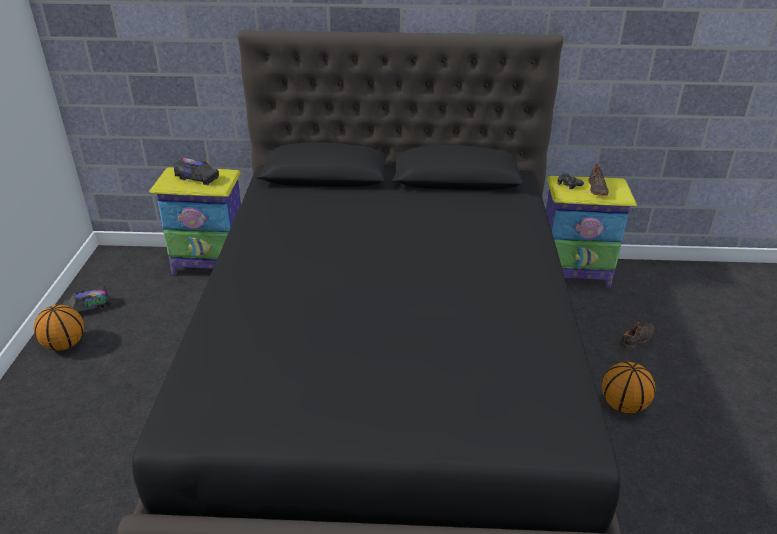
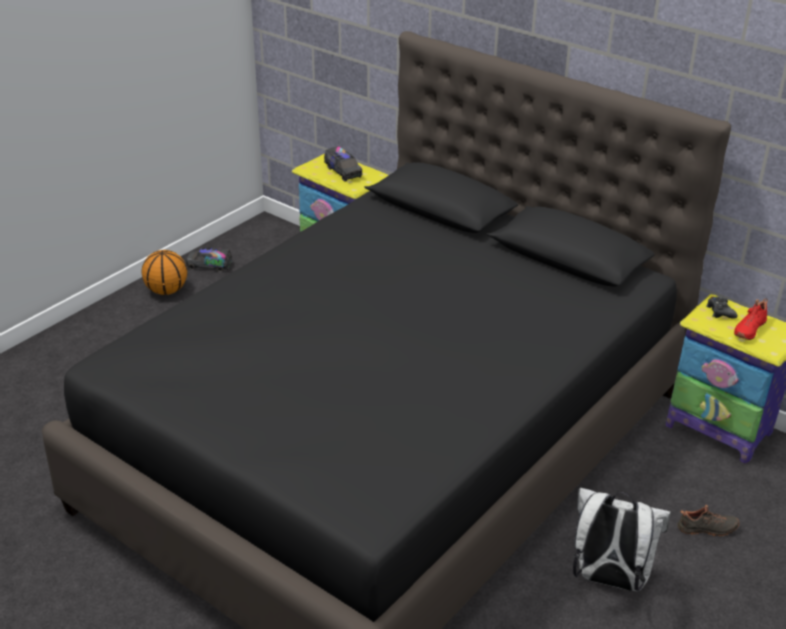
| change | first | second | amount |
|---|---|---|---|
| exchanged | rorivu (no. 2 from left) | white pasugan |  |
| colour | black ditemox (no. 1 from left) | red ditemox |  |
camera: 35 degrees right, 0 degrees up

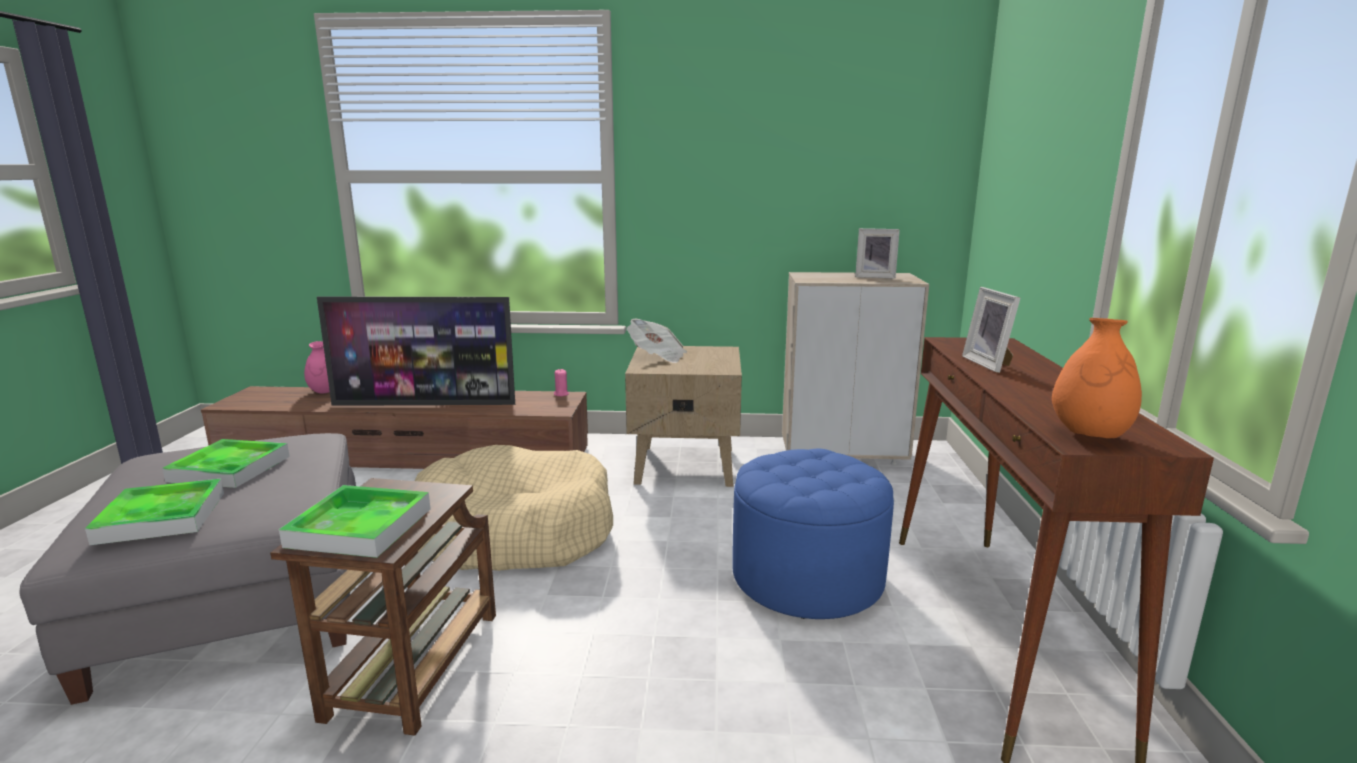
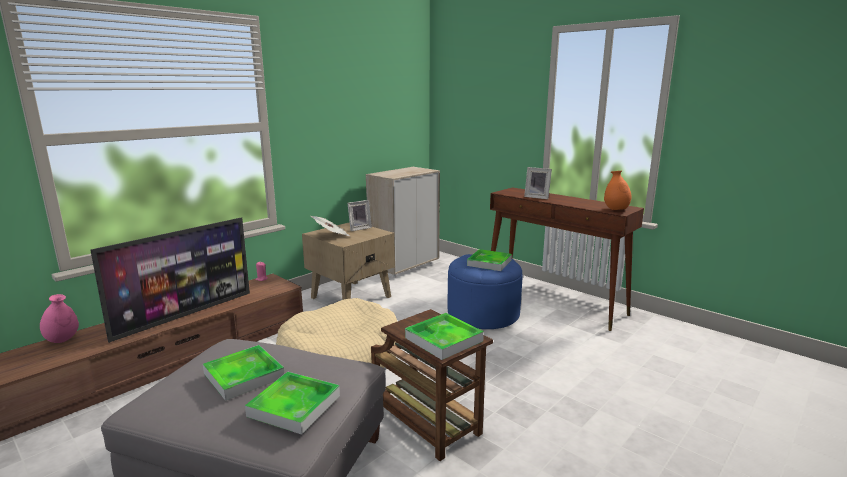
| change | first | second | amount |
|---|---|---|---|
| relocated | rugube (no. 1 from left) |  |  |
| appeared |  | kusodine (no. 4 from left) |  |
camera: 50 degrees left, 0 degrees up

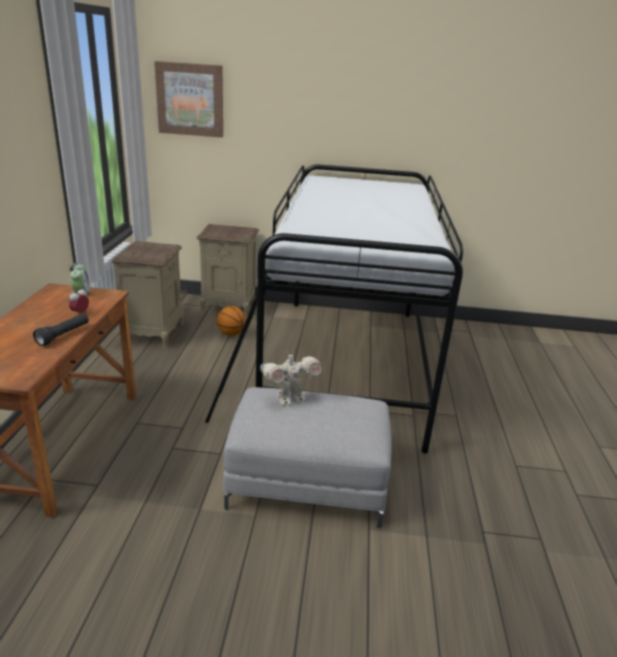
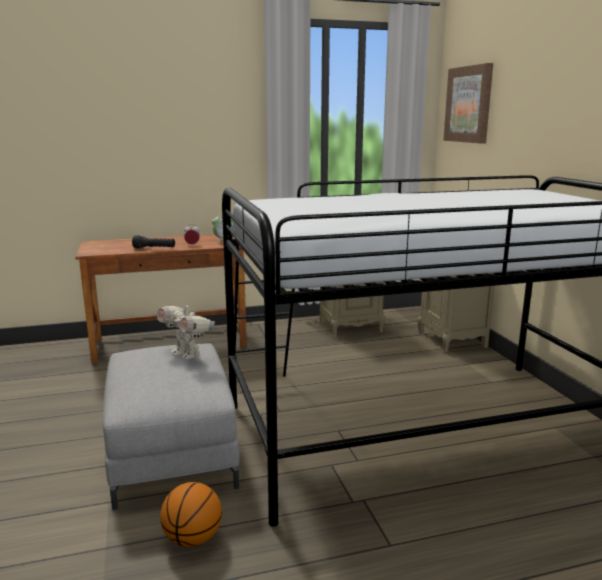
| change | first | second | amount |
|---|---|---|---|
| relocated | rorivu |  |  |
camera: 70 degrees right, 10 degrees down

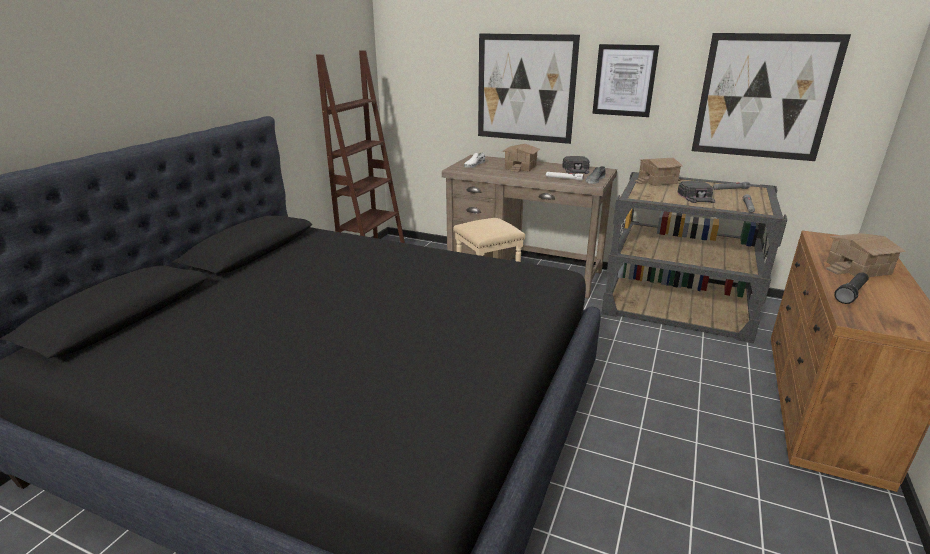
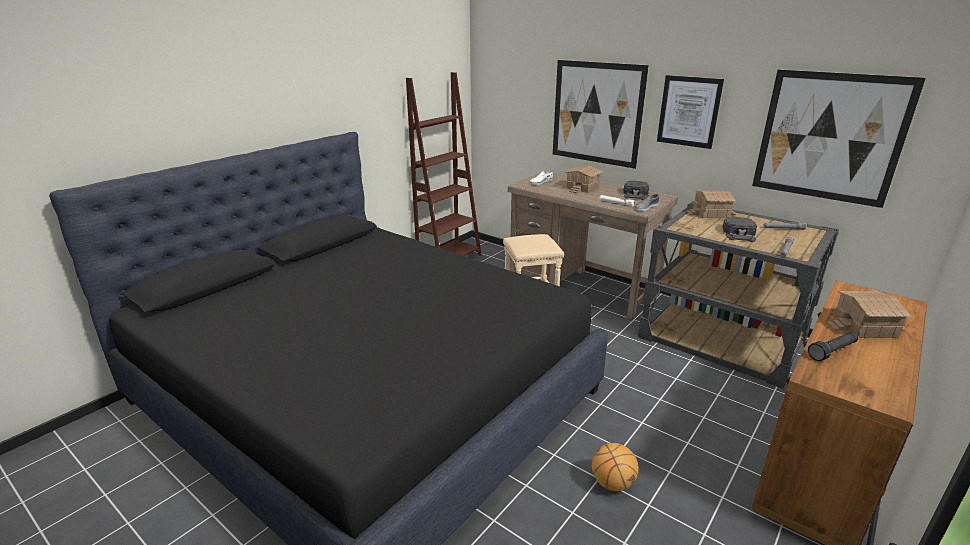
| change | first | second | amount |
|---|---|---|---|
| appeared |  | rorivu |  |
camera: 15 degrees right, 0 degrees up

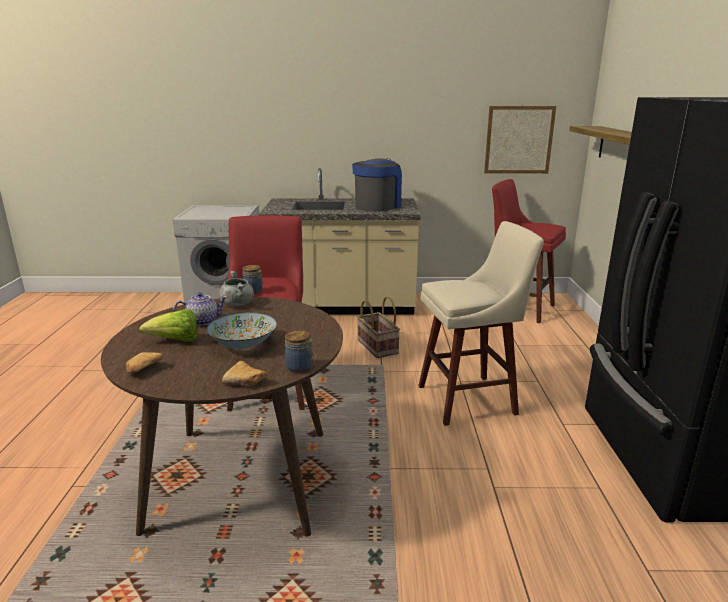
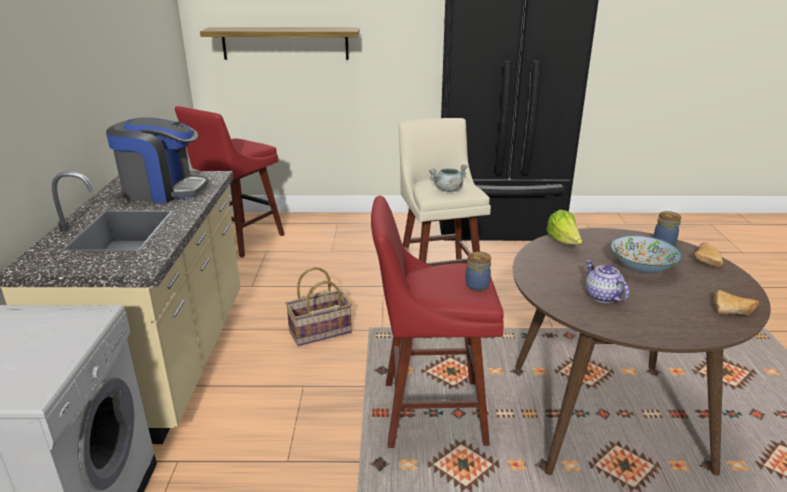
| change | first | second | amount |
|---|---|---|---|
| spun | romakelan |  | 150 degrees clockwise |
| relocated | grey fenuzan |  |  |
| relocated | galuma |  |  |
| missing | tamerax |  |  |
camera: 90 degrees left, 5 degrees up

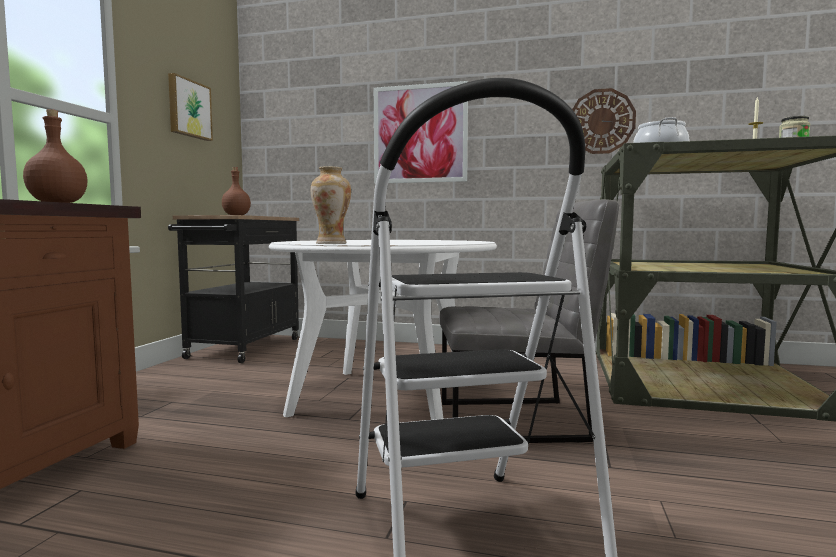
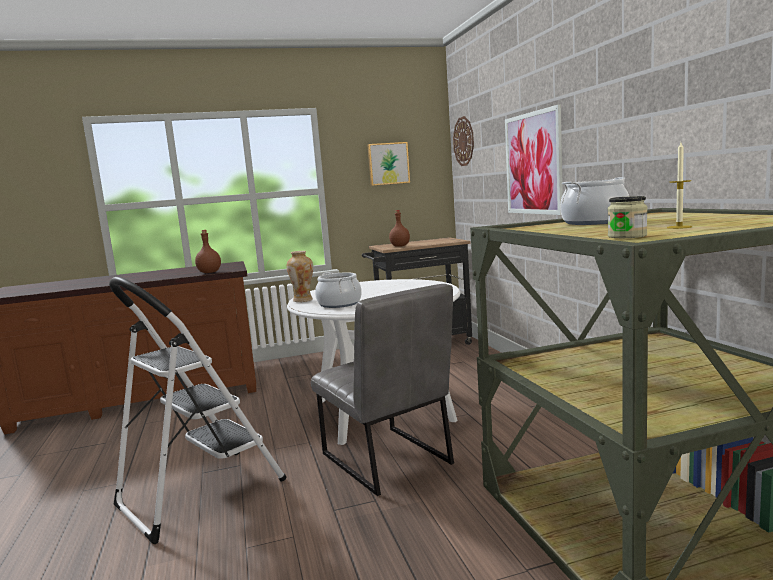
| change | first | second | amount |
|---|---|---|---|
| appeared |  | fenuzan (no. 1 from left) |  |
| relocated | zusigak |  |  |
camera: 60 degrees right, 5 degrees up

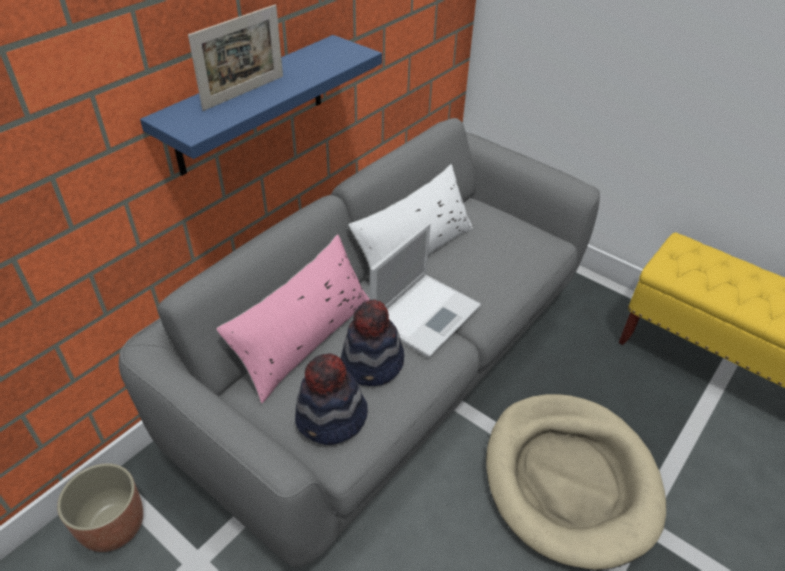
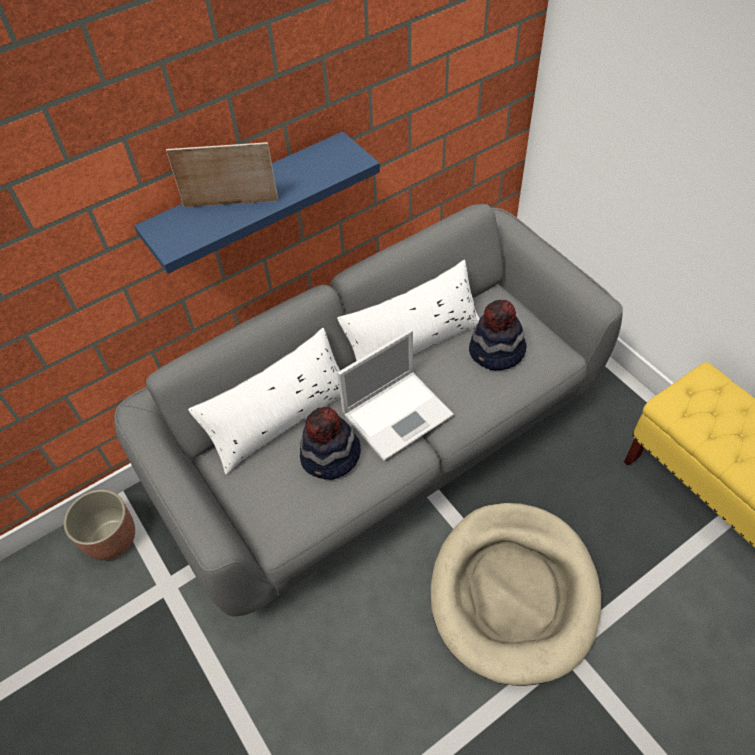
| change | first | second | amount |
|---|---|---|---|
| spun | rugube |  | 150 degrees counterclockwise |
| colour | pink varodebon | white varodebon (no. 1 from left) |  |
| relocated | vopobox (no. 1 from left in the first image) | vopobox (no. 2 from left) |  |
camera: 20 degrees right, 10 degrees up

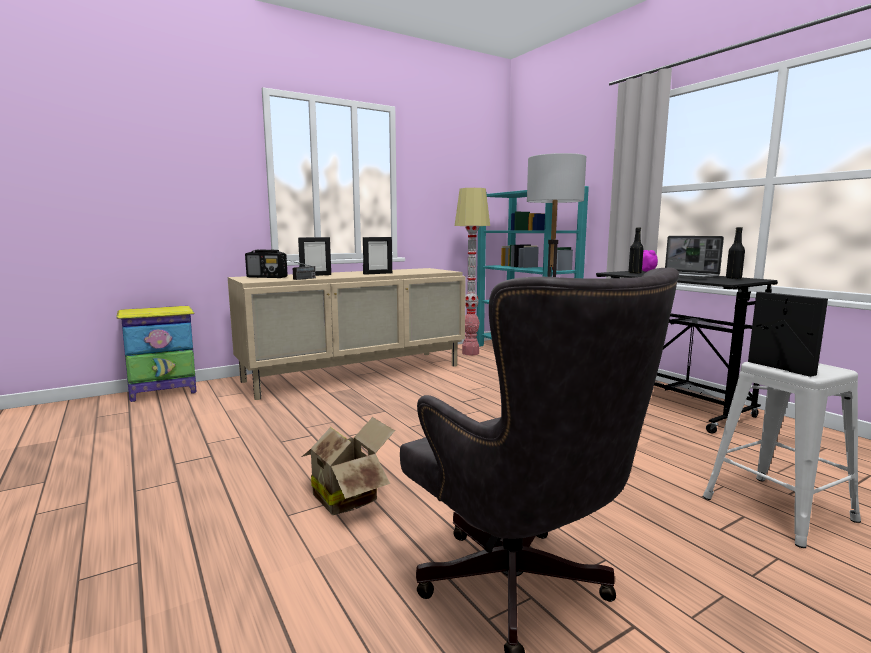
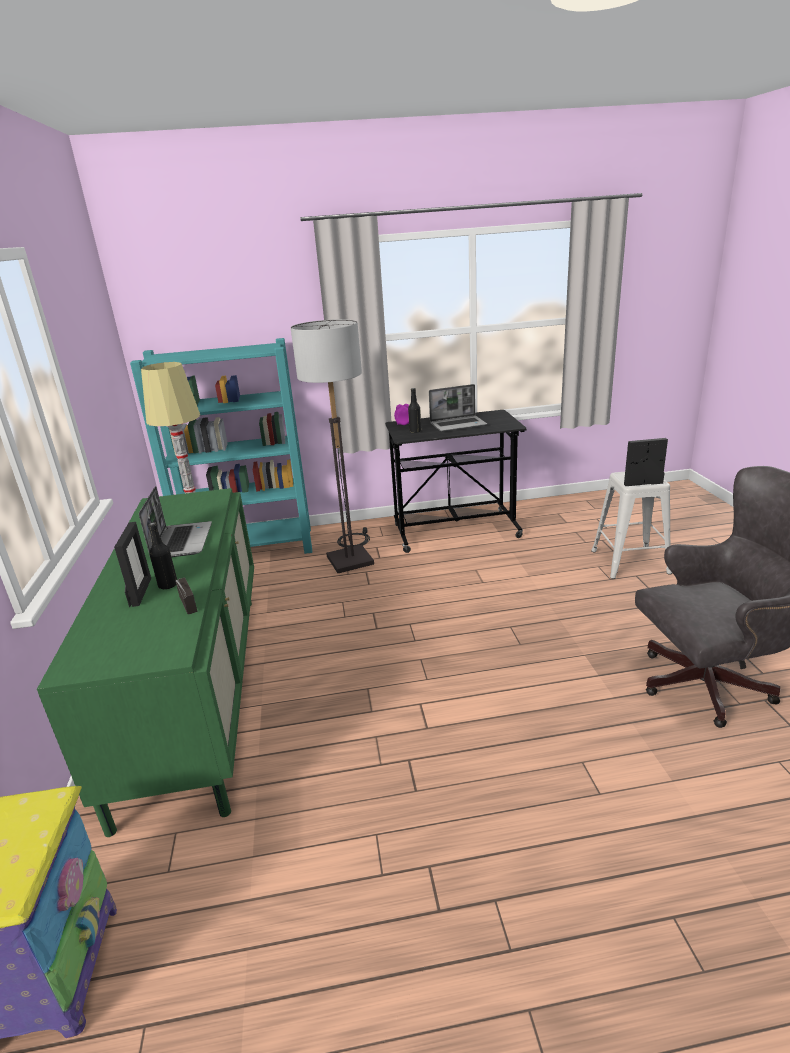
| change | first | second | amount |
|---|---|---|---|
| colour | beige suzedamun | green suzedamun |  |
| exchanged | rugube (no. 2 from left) | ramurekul (no. 1 from left) |  |
| relocated | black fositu (no. 2 from left in the first image) | black fositu (no. 1 from left) |  |
| missing | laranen (no. 1 from left) |  |  |
| missing | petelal |  |  |
camera: 65 degrees left, 15 degrees up

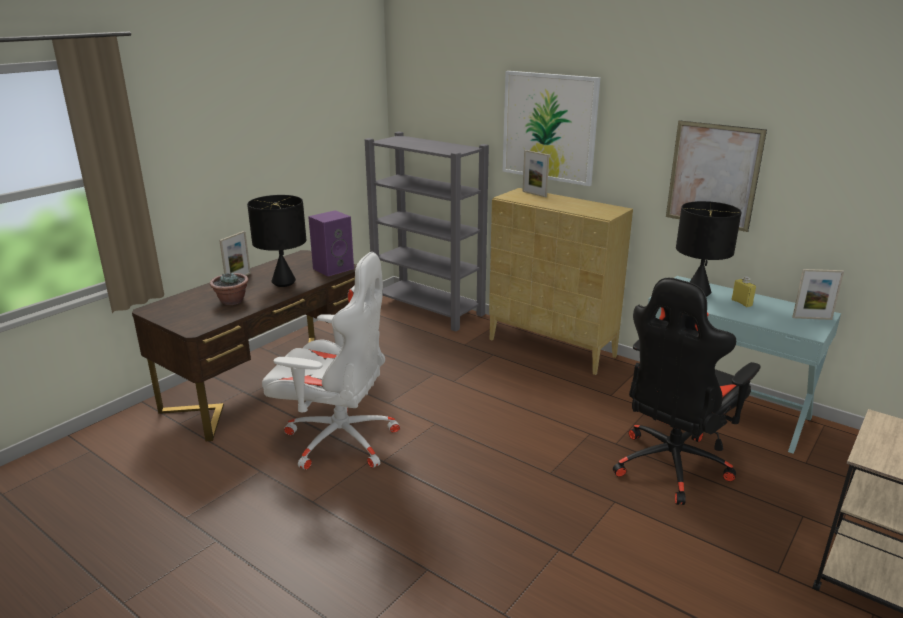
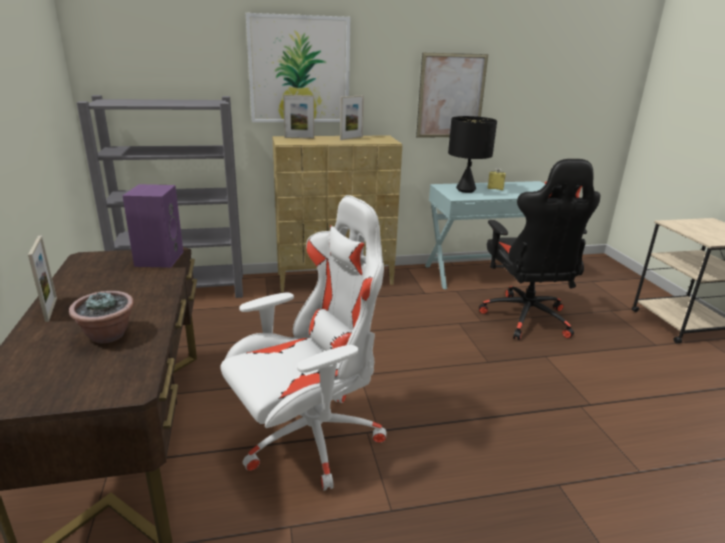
| change | first | second | amount |
|---|---|---|---|
| relocated | rugube (no. 3 from left) |  |  |
| missing | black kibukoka (no. 1 from left) |  |  |
camera: 50 degrees left, 0 degrees up

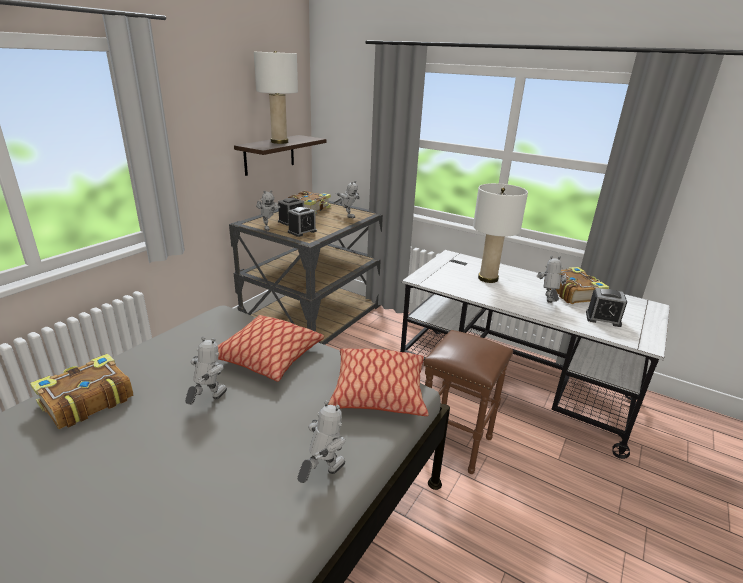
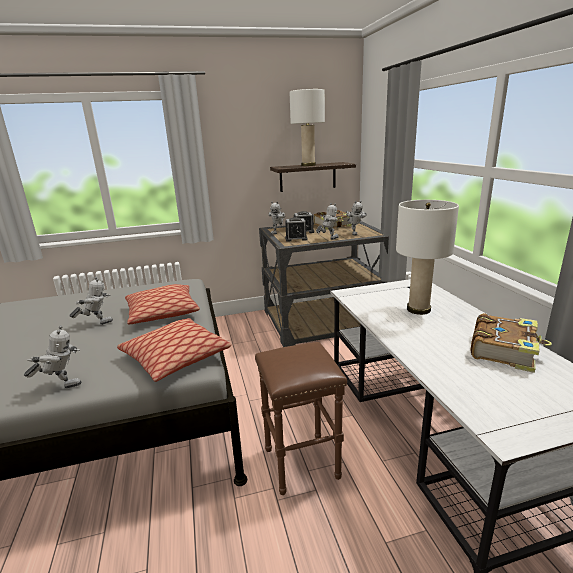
| change | first | second | amount |
|---|---|---|---|
| relocated | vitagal (no. 5 from left in the first image) | vitagal (no. 4 from left) |  |
| missing | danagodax (no. 1 from left) |  |  |
| missing | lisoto (no. 3 from left) |  |  |
camera: 45 degrees right, 5 degrees down

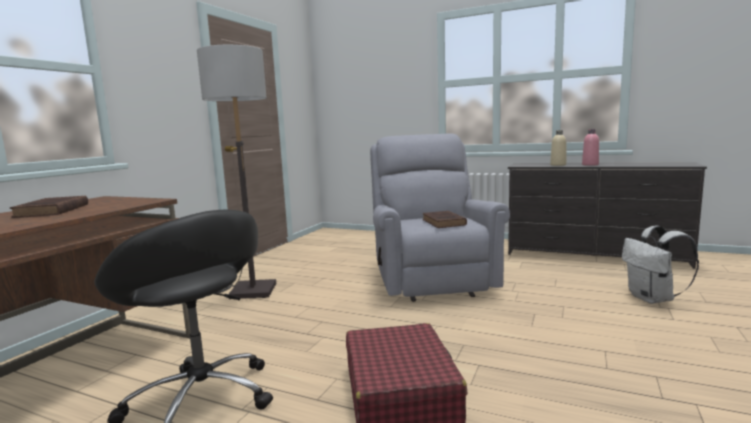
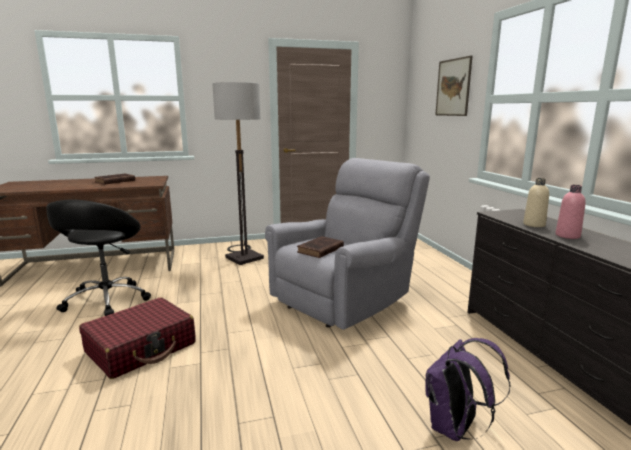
| change | first | second | amount |
|---|---|---|---|
| colour | white pasugan | purple pasugan |  |
| appeared |  | tamerax |  |
camera: 50 degrees right, 5 degrees up

